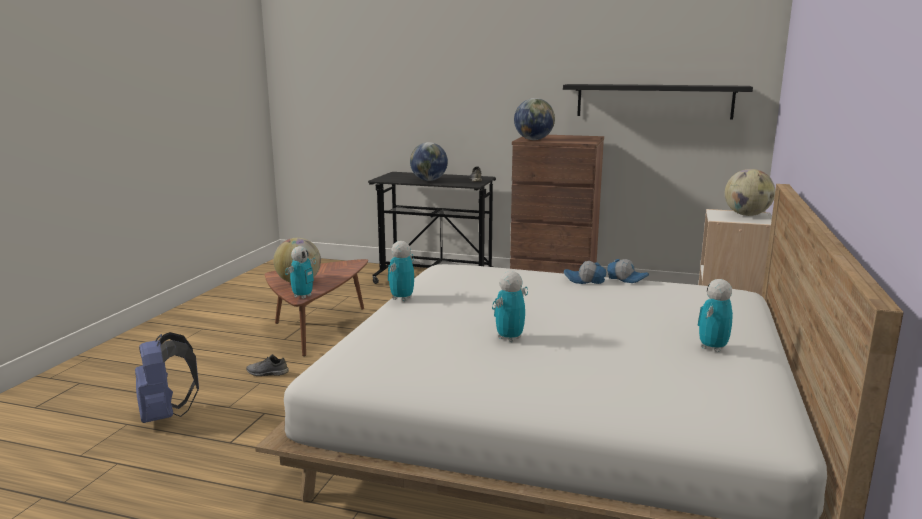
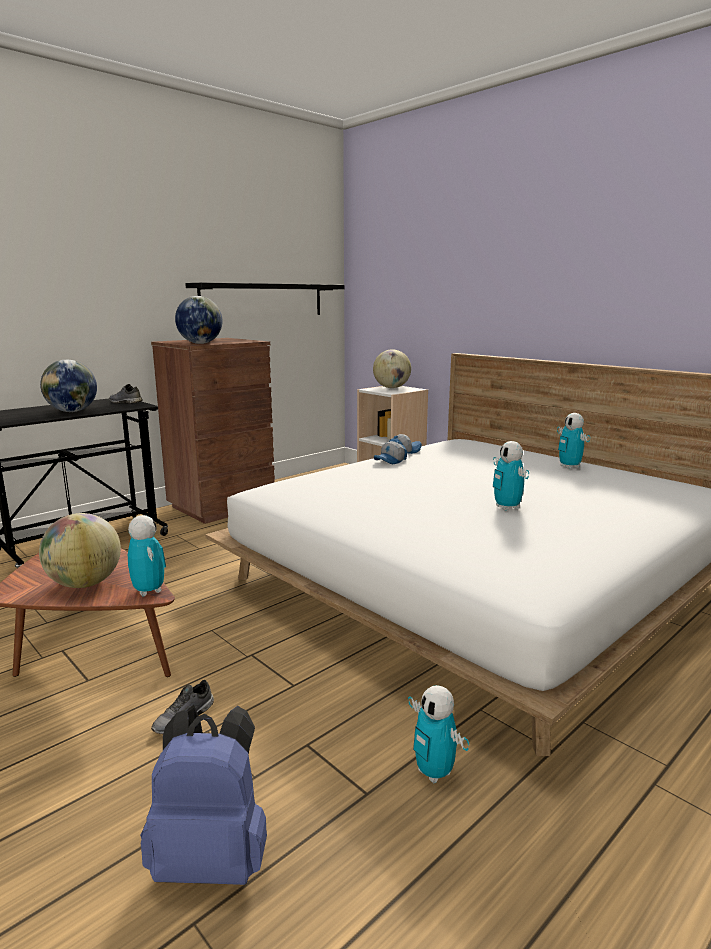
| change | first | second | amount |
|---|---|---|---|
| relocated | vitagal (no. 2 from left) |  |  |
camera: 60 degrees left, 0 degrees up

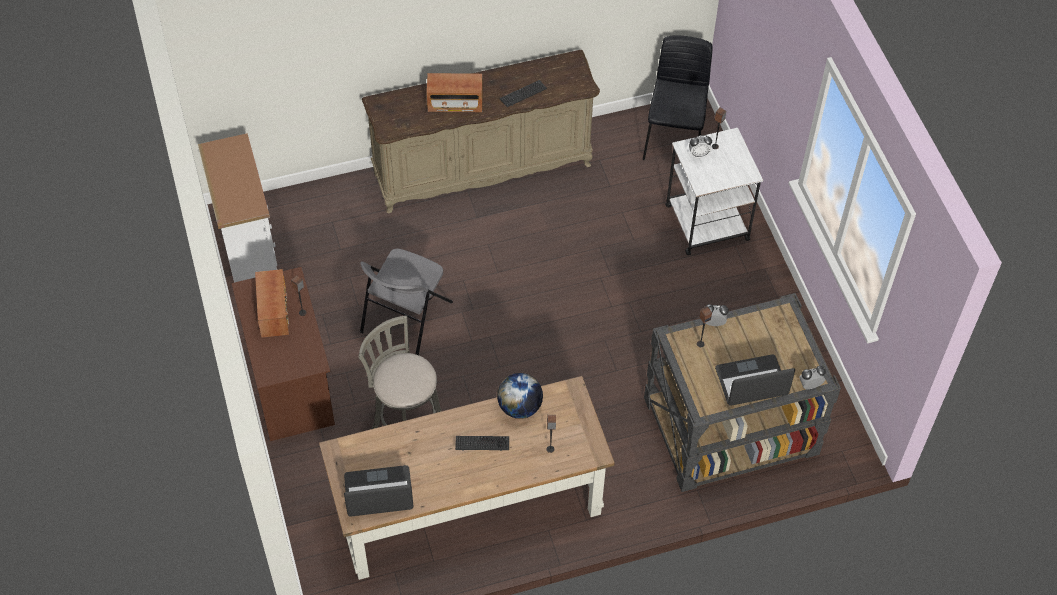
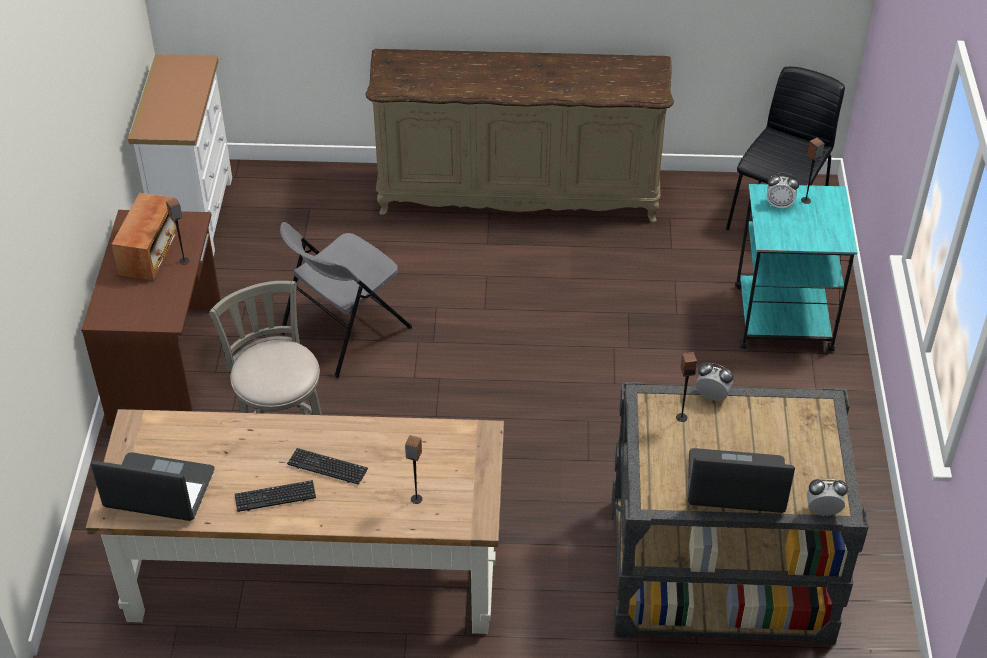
| change | first | second | amount |
|---|---|---|---|
| relocated | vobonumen (no. 2 from left in the first image) | vobonumen (no. 1 from left) |  |
| colour | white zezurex | turquoise zezurex |  |
| missing | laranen (no. 2 from left) |  |  |
| missing | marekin |  |  |
camera: 20 degrees right, 10 degrees down

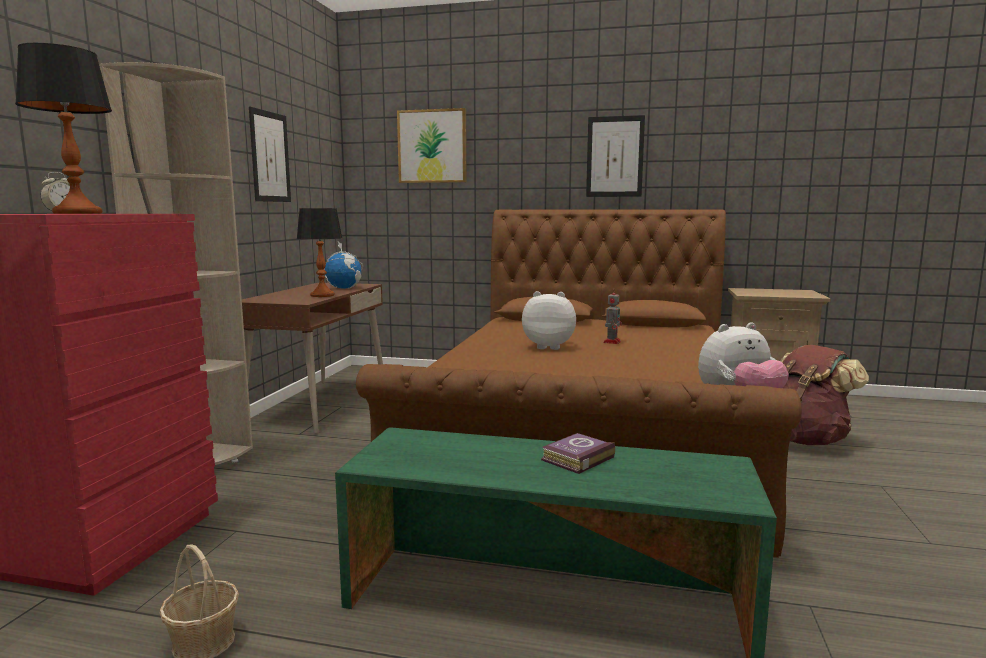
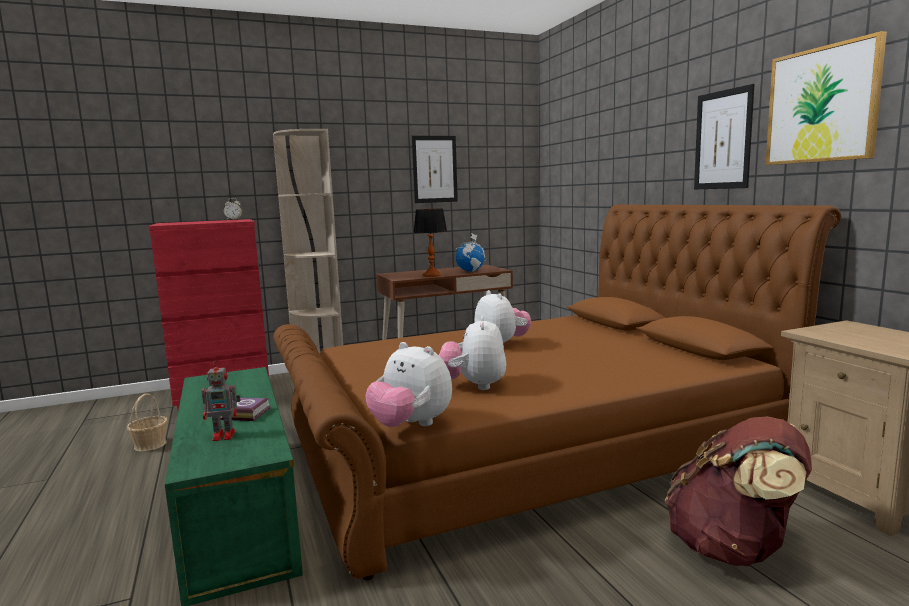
| change | first | second | amount |
|---|---|---|---|
| relocated | vitagal |  |  |
| appeared |  | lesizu (no. 2 from left) |  |
| relocated | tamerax (no. 2 from left in the first image) | tamerax (no. 3 from left) |  |
| missing | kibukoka (no. 1 from left) |  |  |
camera: 55 degrees right, 0 degrees up

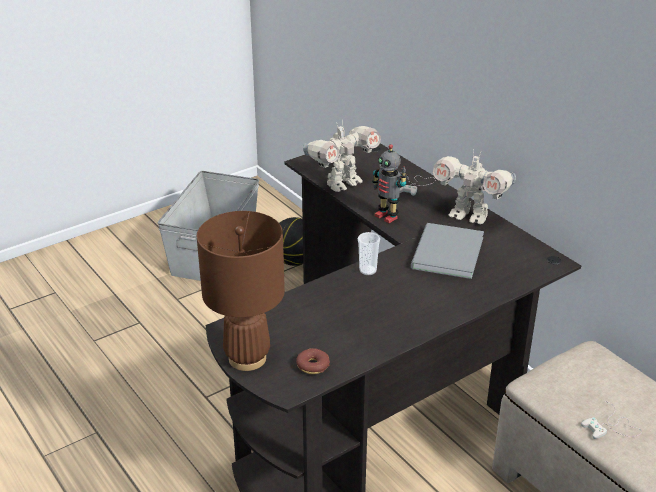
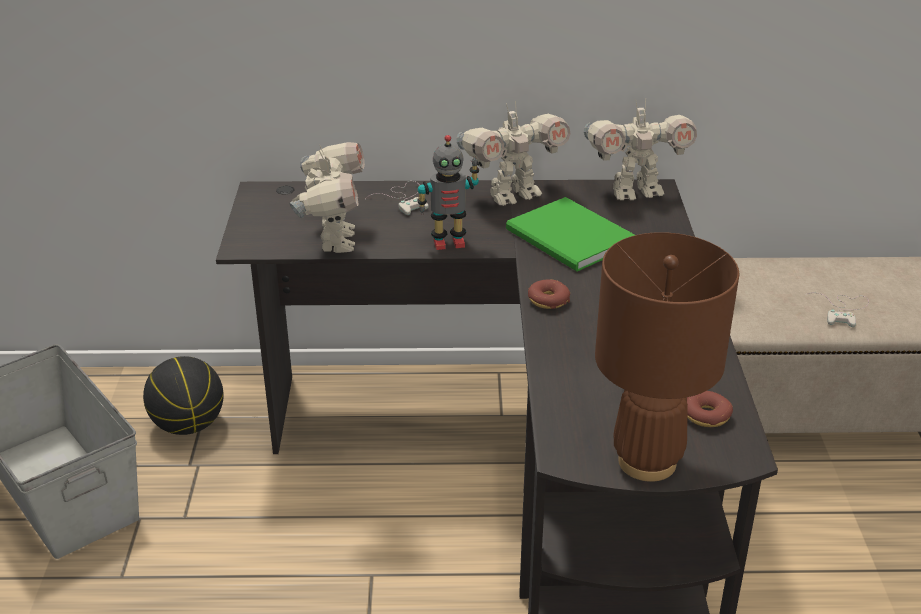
| change | first | second | amount |
|---|---|---|---|
| colour | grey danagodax | green danagodax |  |
| exchanged | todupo | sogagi (no. 1 from left) |  |
| appeared |  | vitagal (no. 4 from left) |  |
camera: 55 degrees left, 0 degrees up

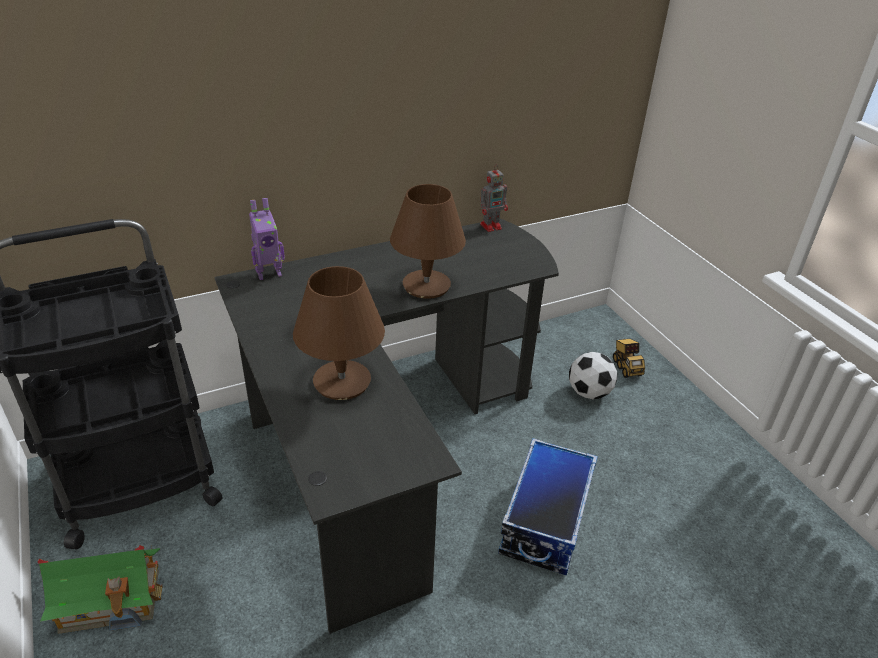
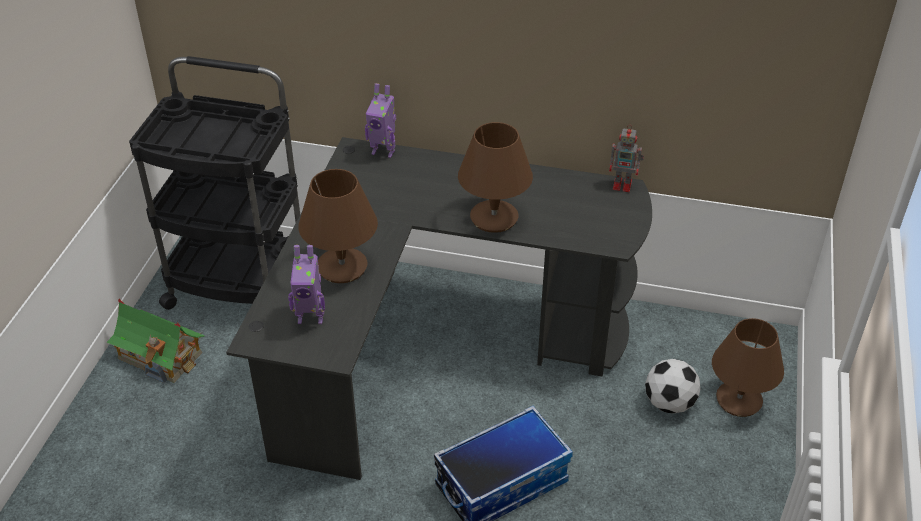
| change | first | second | amount |
|---|---|---|---|
| appeared |  | vitagal (no. 1 from left) |  |
| exchanged | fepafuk | brown kibukoka (no. 3 from left) |  |
camera: 40 degrees right, 5 degrees up

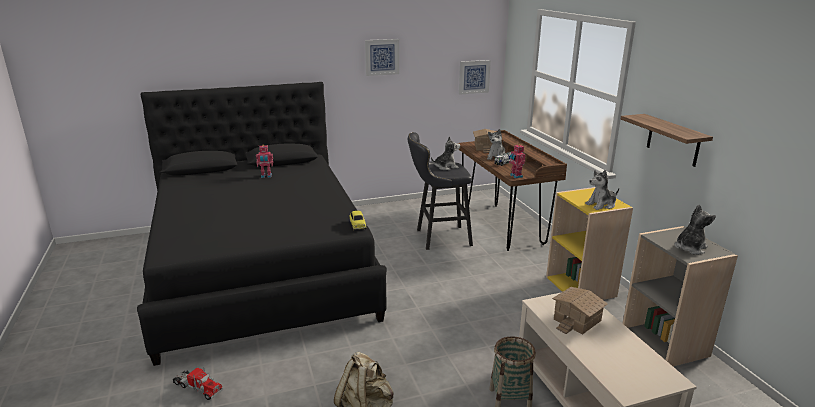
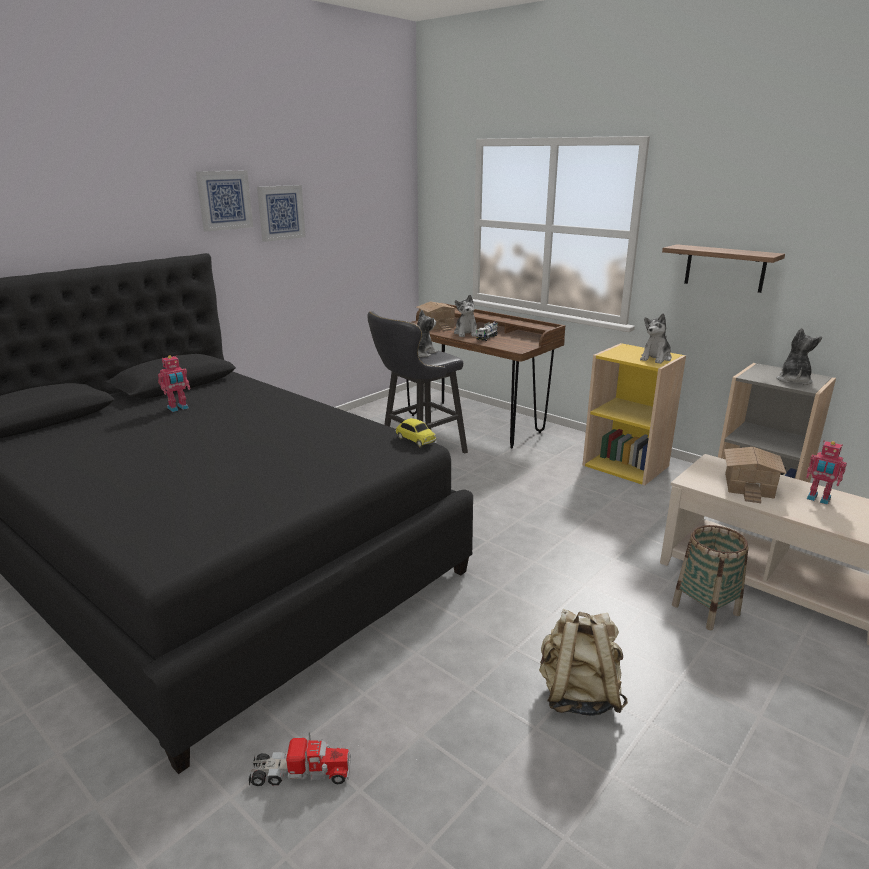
| change | first | second | amount |
|---|---|---|---|
| relocated | tamerax (no. 2 from left in the first image) | tamerax (no. 1 from left) |  |
| relocated | vitagal (no. 2 from left) |  |  |
camera: 30 degrees left, 0 degrees up

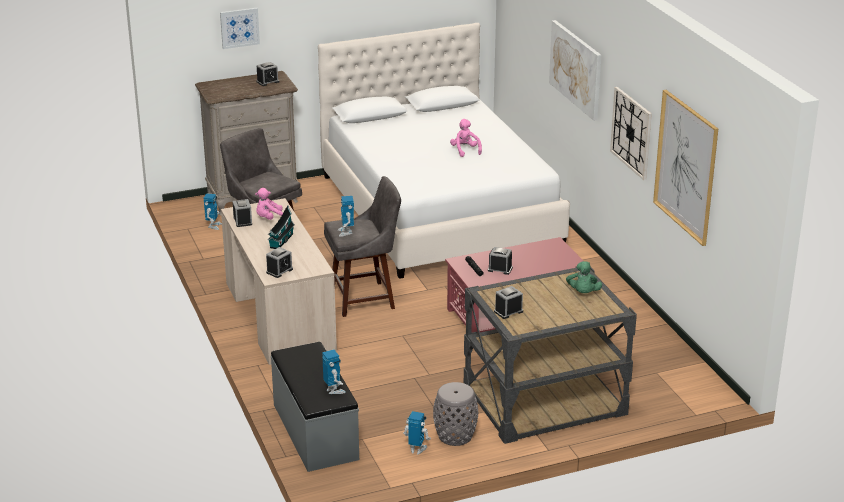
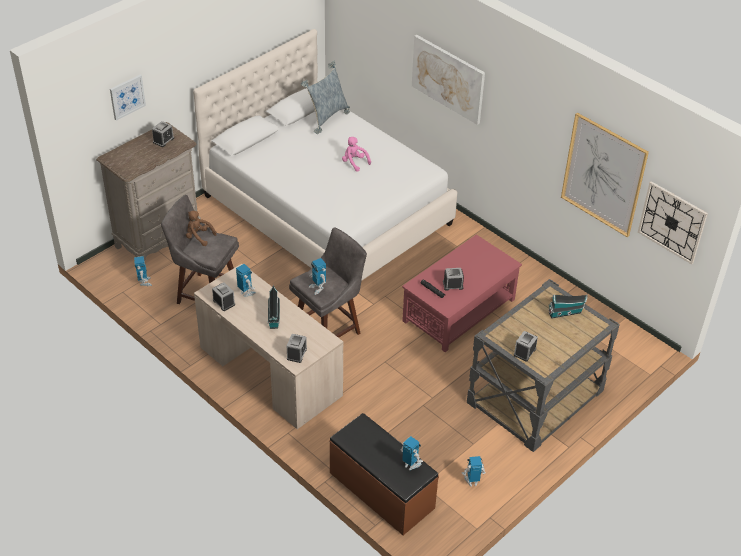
| change | first | second | amount |
|---|---|---|---|
| appeared |  | brown lesizu |  |
| exchanged | pink lesizu (no. 1 from left) | vitagal (no. 2 from left) |  |
| appeared |  | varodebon |  |
| colour | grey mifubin | brown mifubin |  |
| exchanged | green lesizu | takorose (no. 2 from left) |  |
| relocated | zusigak |  |  |
| missing | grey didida (no. 3 from left) |  |  |
camera: 25 degrees left, 15 degrees up

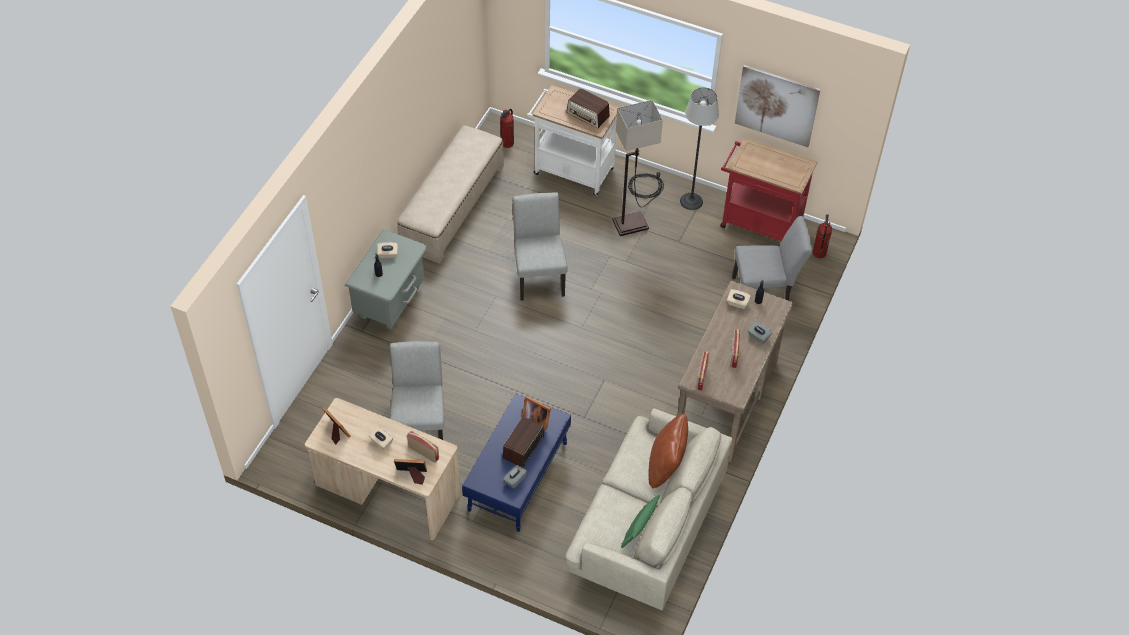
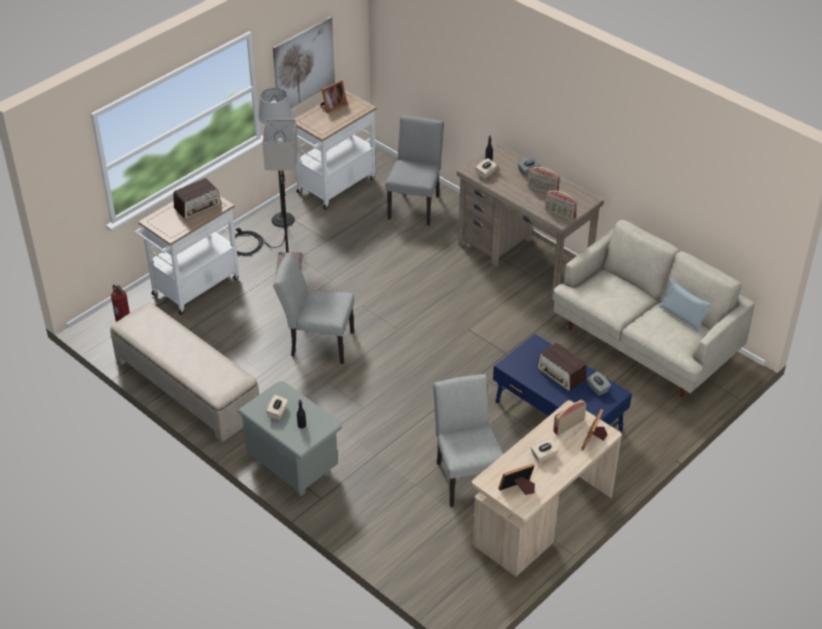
| change | first | second | amount |
|---|---|---|---|
| colour | red zezurex | white zezurex (no. 2 from left) |  |
| relocated | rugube (no. 3 from left in the first image) | rugube (no. 1 from left) |  |
| spun | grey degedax (no. 1 from left in the first image) | grey degedax (no. 3 from left) | 60 degrees clockwise |
| colour | green varodebon | blue varodebon |  |
| missing | brown varodebon |  |  |
| missing | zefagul (no. 2 from left) |  |  |
camera: 70 degrees left, 10 degrees down

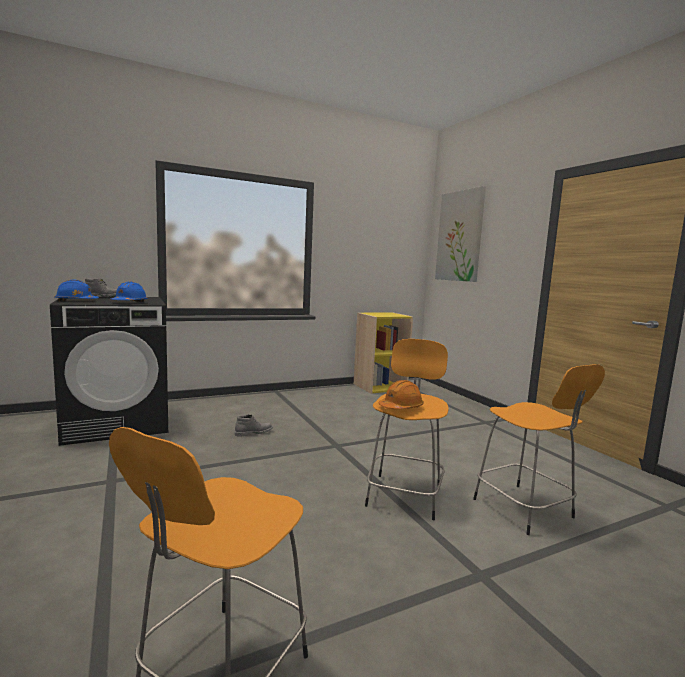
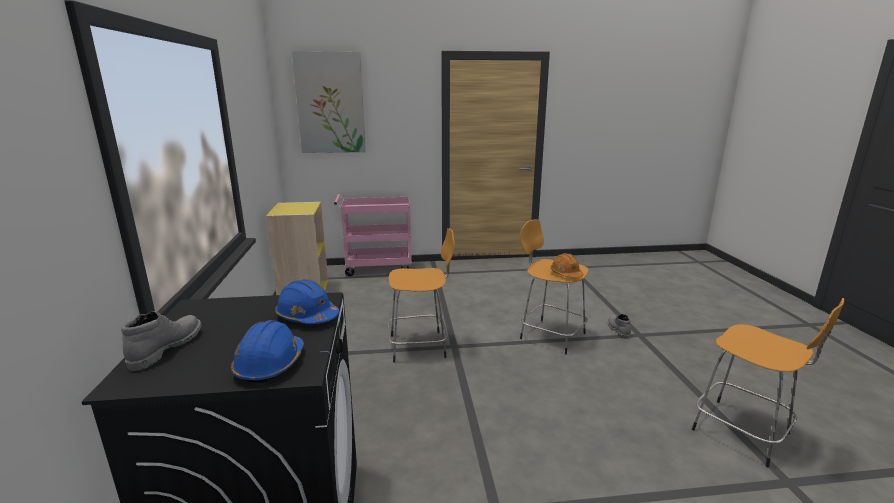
| change | first | second | amount |
|---|---|---|---|
| appeared |  | pink zezurex |  |
| relocated | orange didida (no. 3 from left in the first image) | orange didida (no. 1 from left) |  |
| relocated | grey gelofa (no. 2 from left) |  |  |
camera: 70 degrees left, 10 degrees up

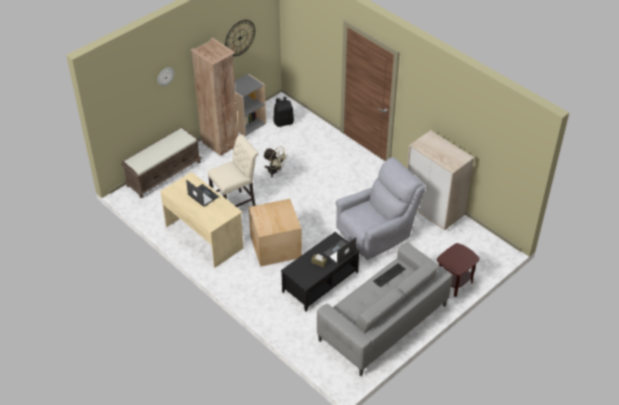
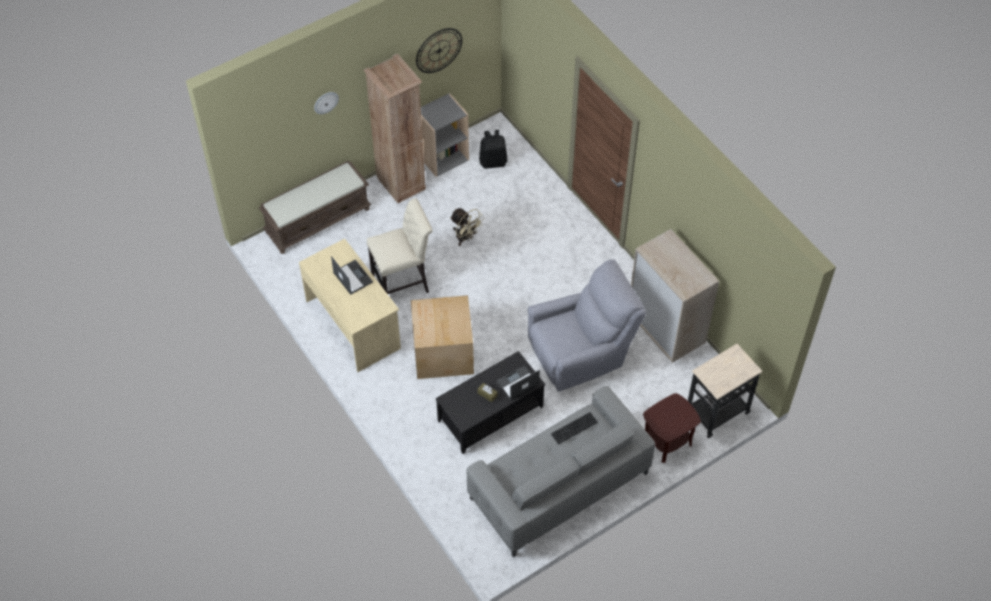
| change | first | second | amount |
|---|---|---|---|
| appeared |  | zezurex |  |
camera: 10 degrees right, 10 degrees up

